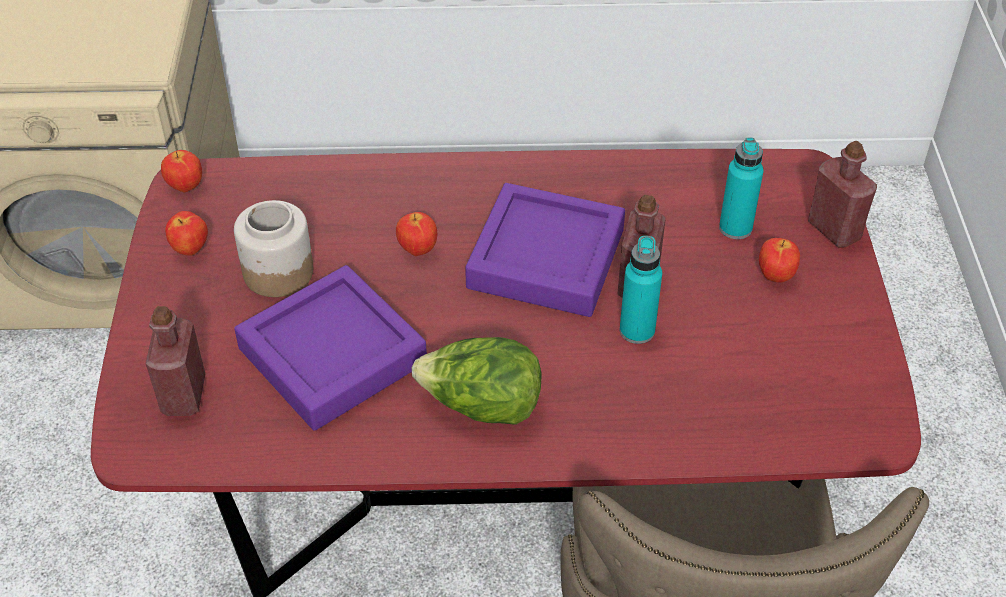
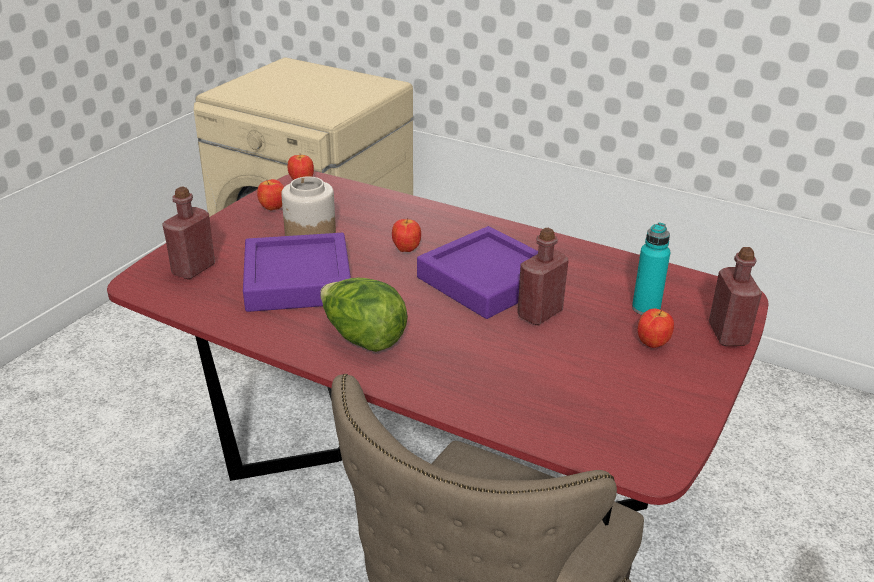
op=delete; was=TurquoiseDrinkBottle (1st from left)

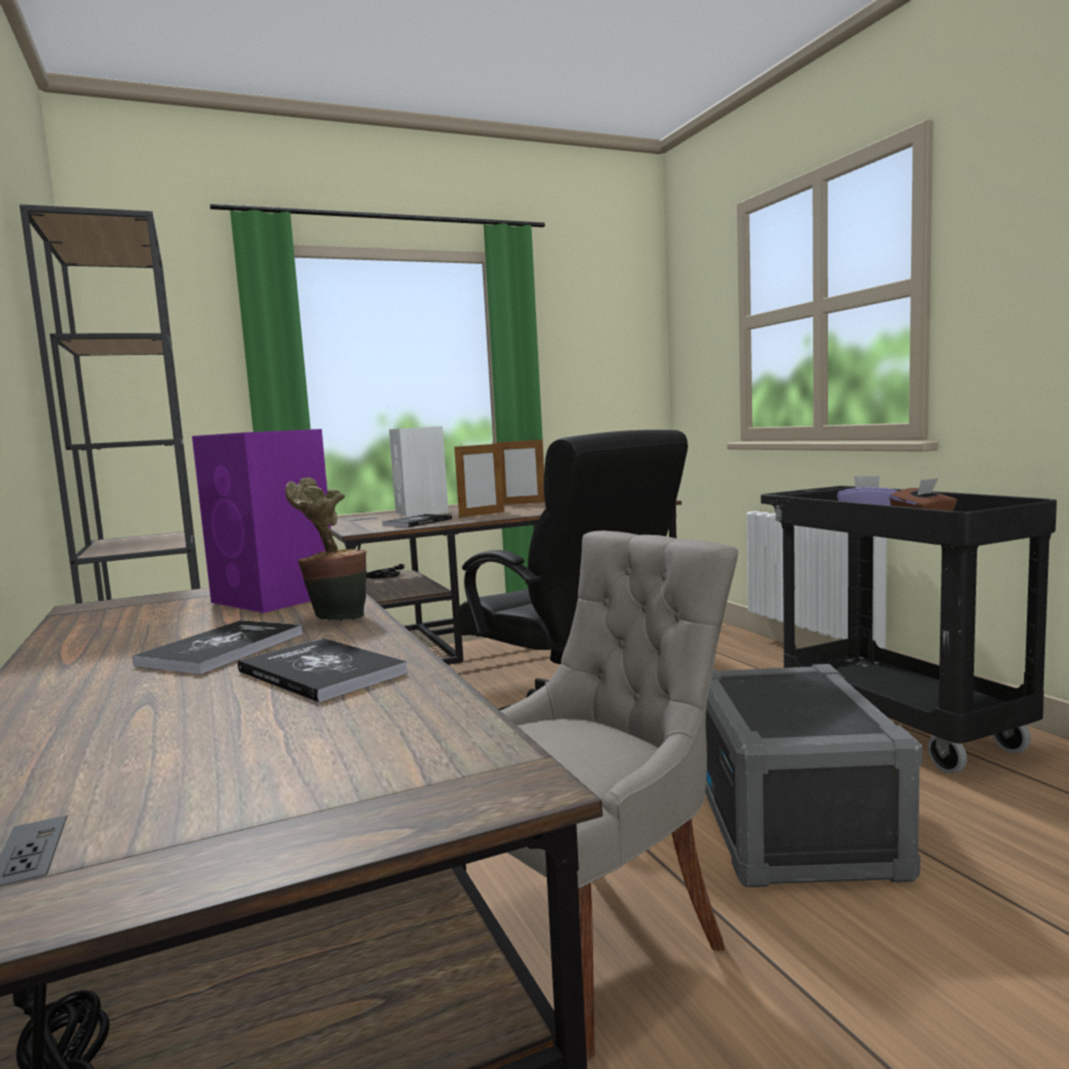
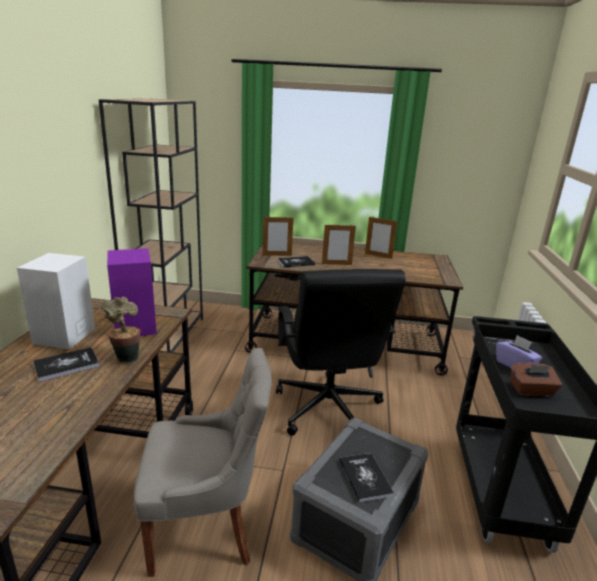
op=move; was=Book (2nd from left in the first image); now=Book (3rd from left)
op=move; was=WhitishSpeaker
op=insert; now=StandingFrame (1st from left)

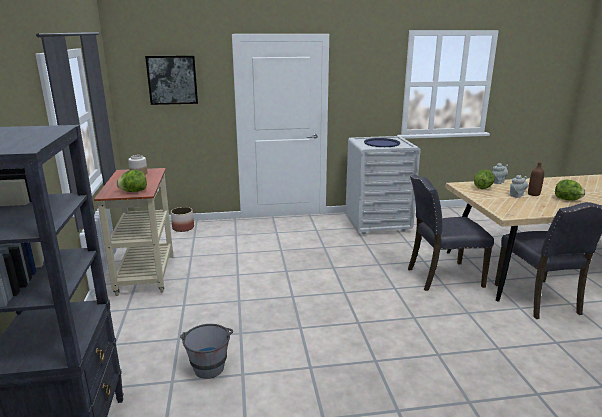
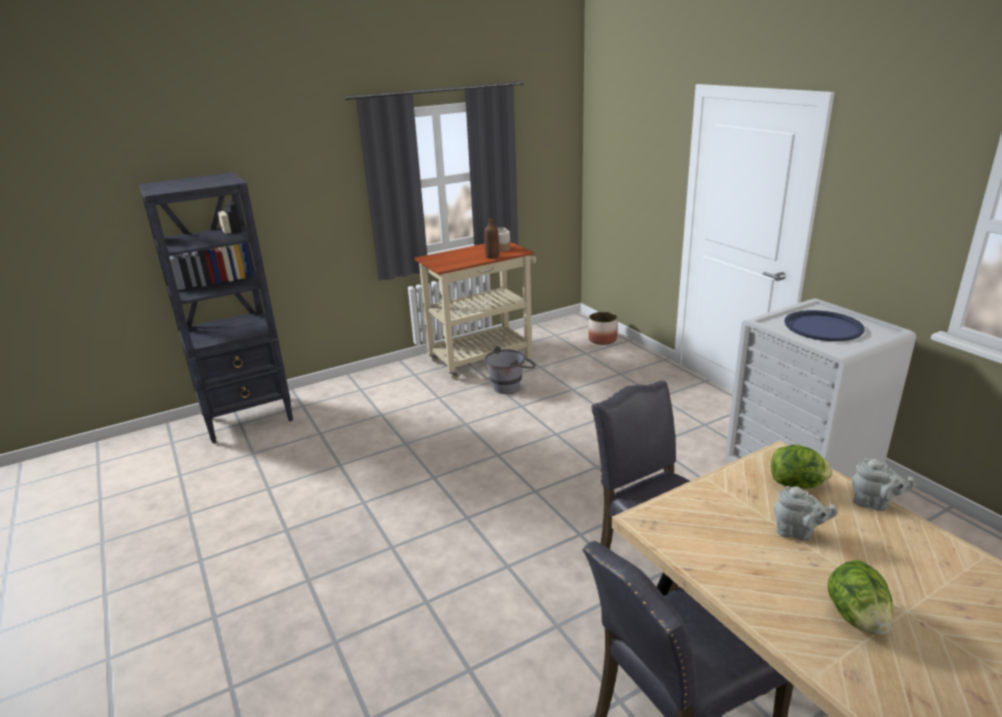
op=delete; was=Lettuce (1st from left)
op=delete; was=WallPicture
op=move; was=GreyishWaterBucket
op=move; was=BrownDrinkBottle

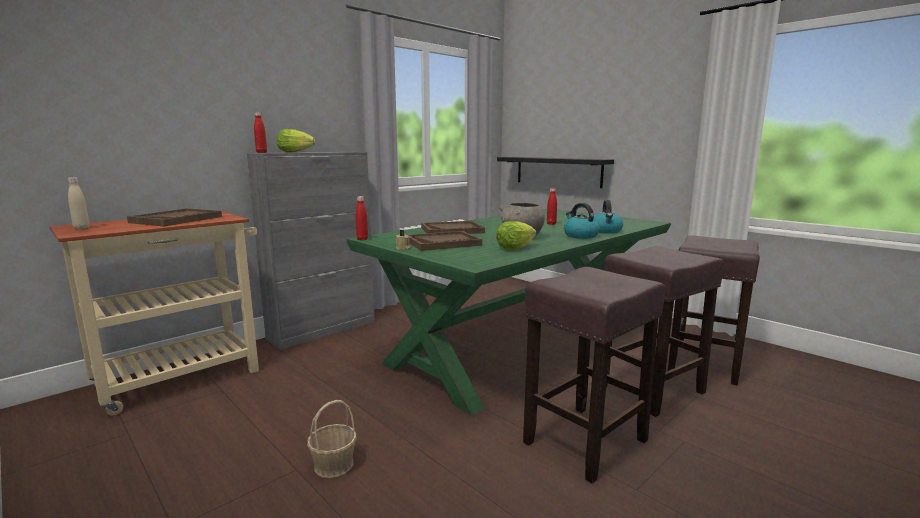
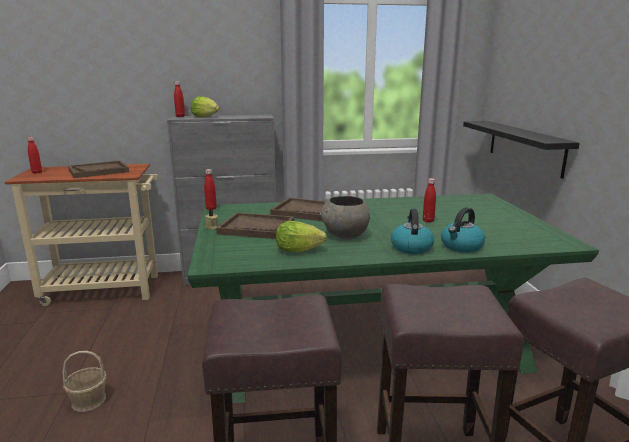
op=recolor; was=BeigeDrinkBottle; now=ReddishDrinkBottle (1st from left)

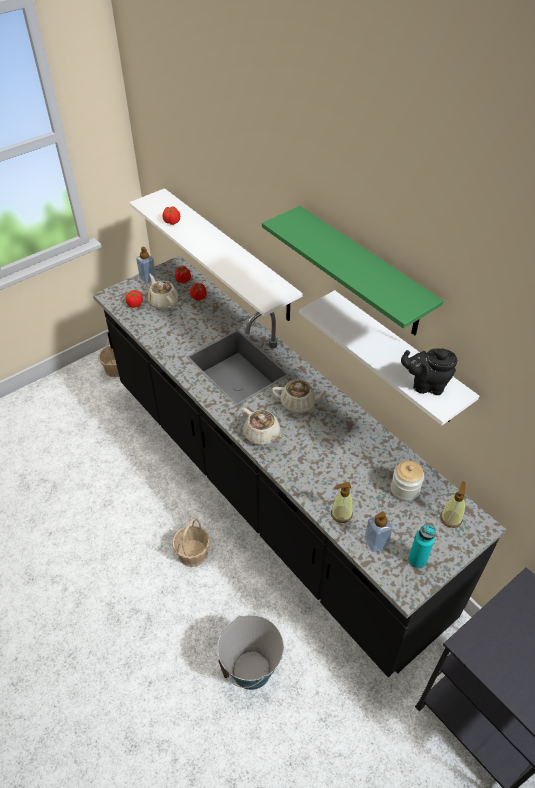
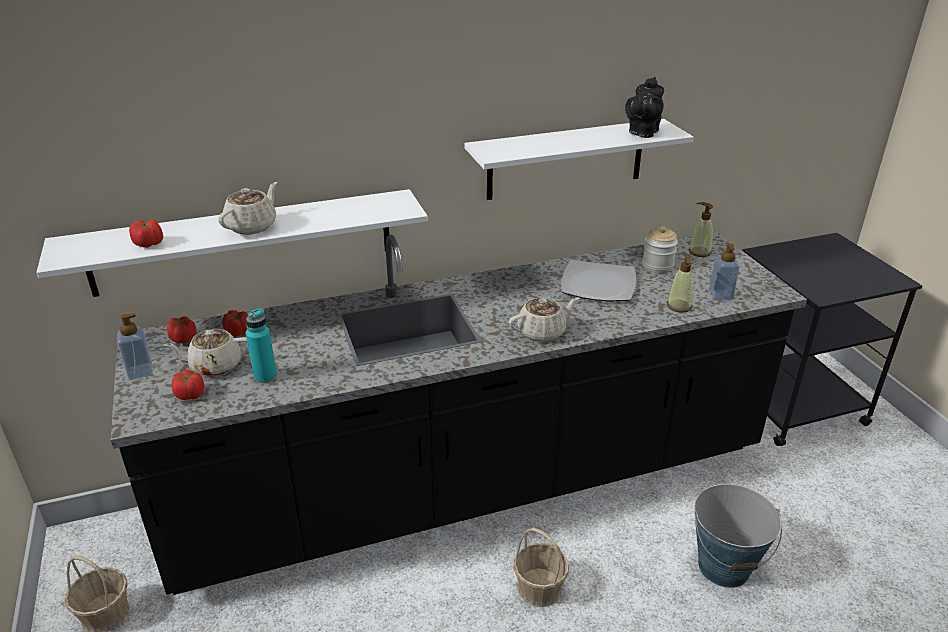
op=delete; was=GreenShelf
op=move; was=BeigeTeapot (3rd from left in the first image); now=BeigeTeapot (2nd from left)
op=move; was=TurquoiseDrinkBottle
op=insert; now=FlatDish

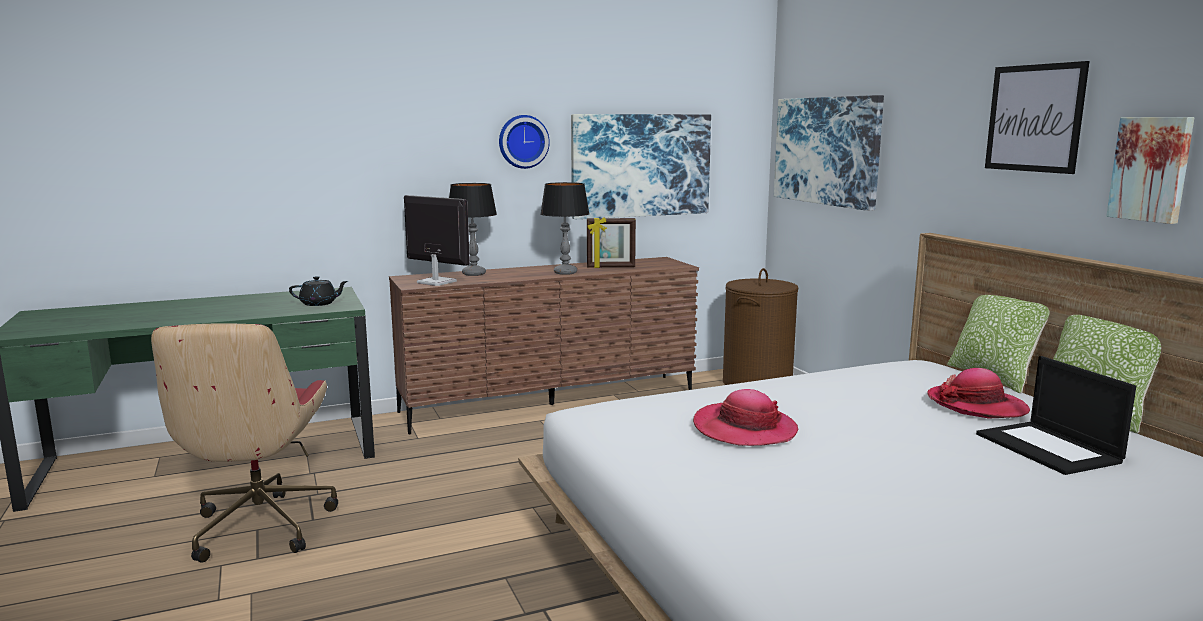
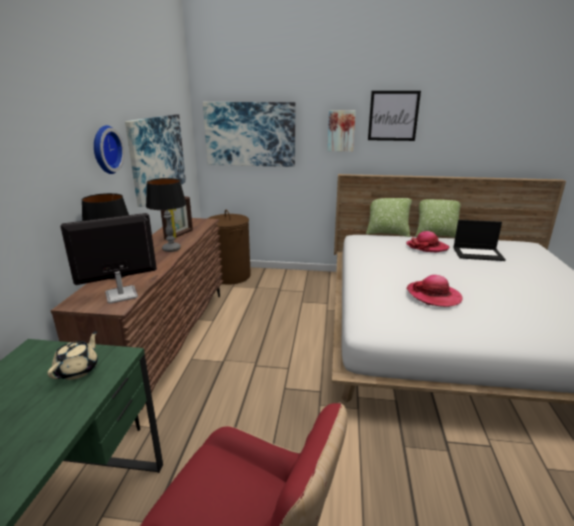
op=recolor; was=BlackColouredTeapot; now=BeigeTeapot
op=move; was=WallPicture (4th from left in the first image); now=WallPicture (3rd from left)

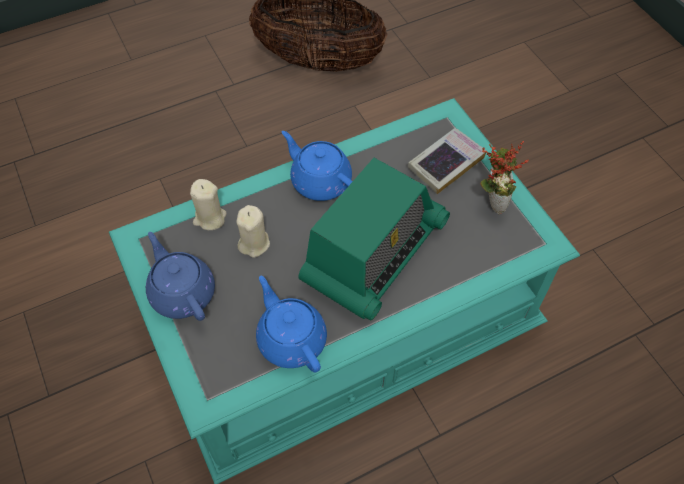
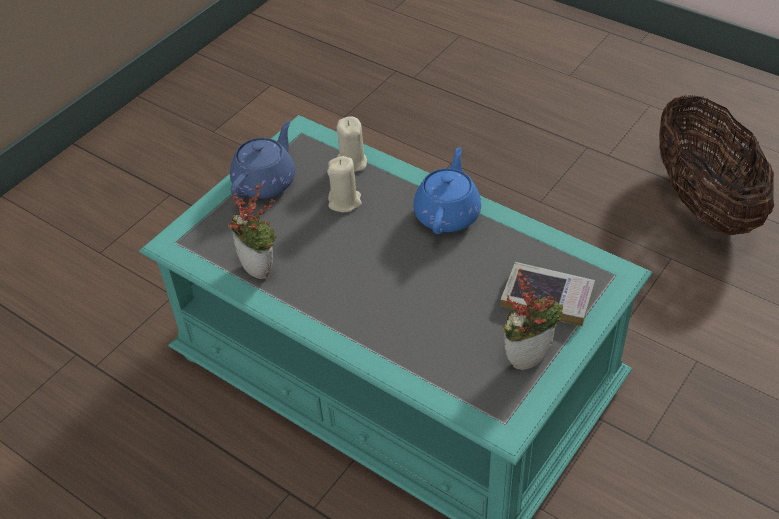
op=replace; was=BluishTeapot (2nd from left); now=Houseplant (1st from left)
op=delete; was=RadioReceiver

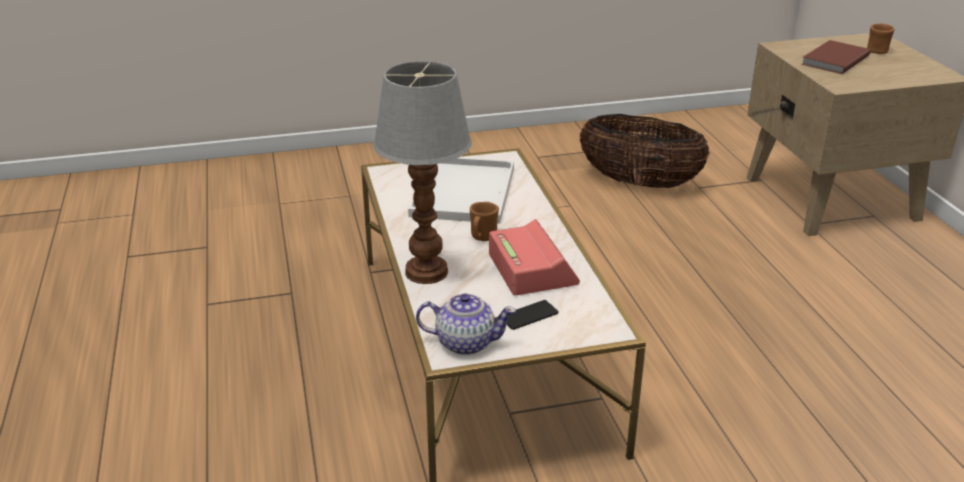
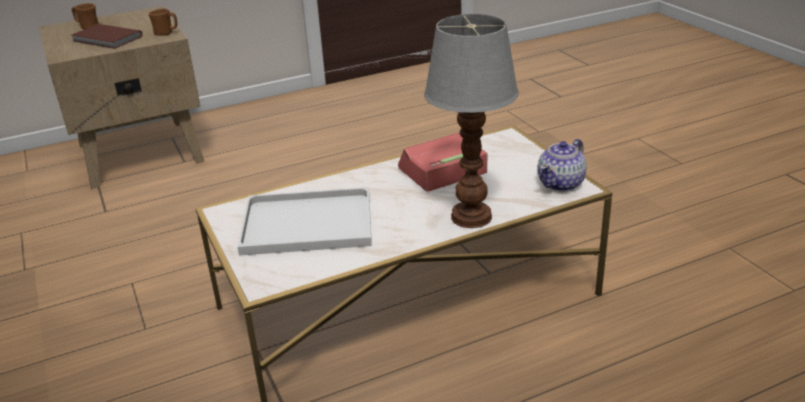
op=rotate; was=Teapot; clockwise=-135
op=move; was=BrownTeaMug (1st from left in the first image); now=BrownTeaMug (2nd from left)
op=delete; was=Phone
op=delete; was=HouseholdBasket

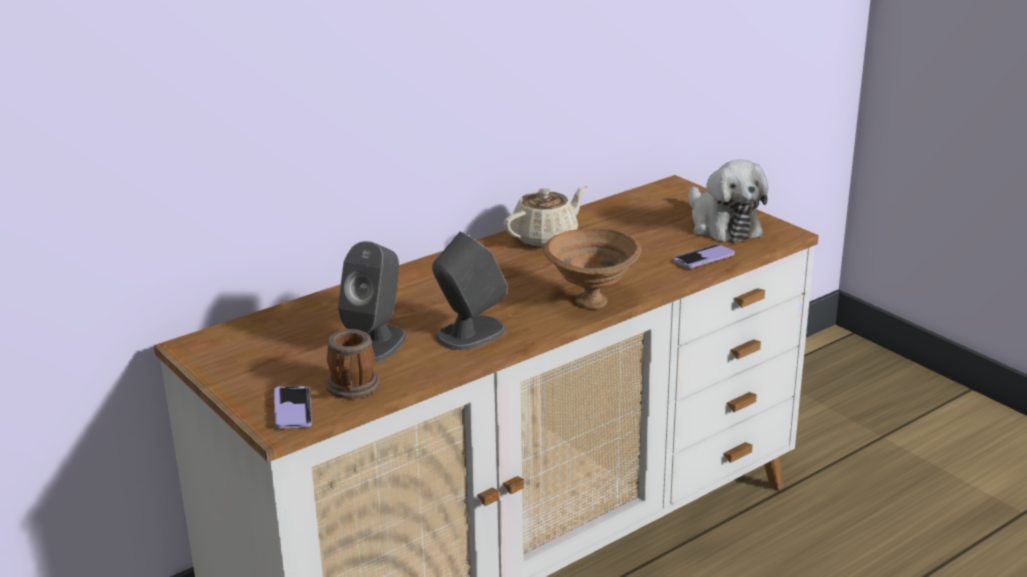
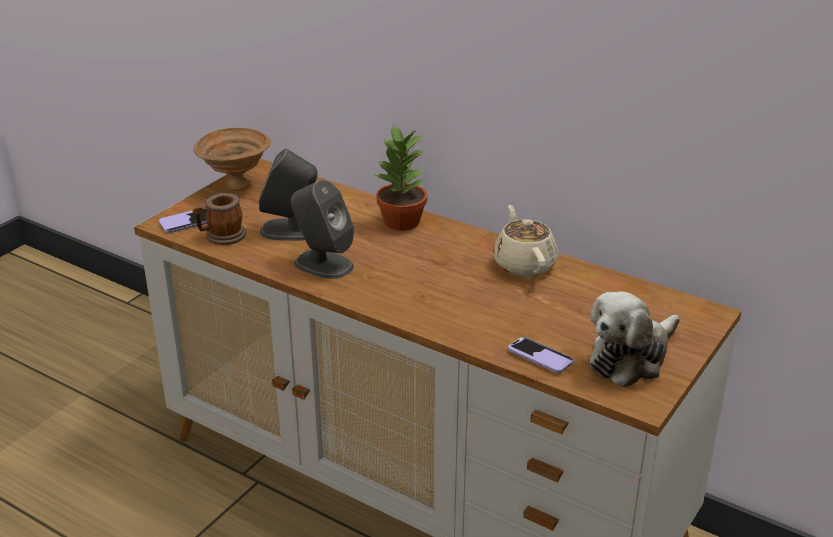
op=rotate; was=BeigeTeapot; clockwise=-135
op=move; was=BrownServingBowl
op=insert; now=Houseplant

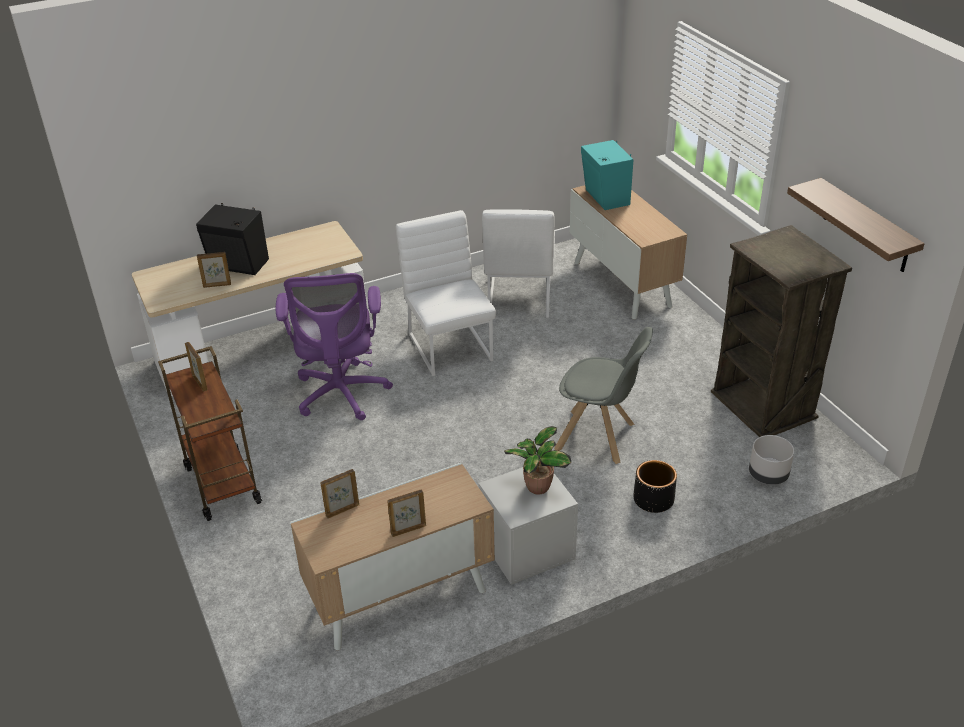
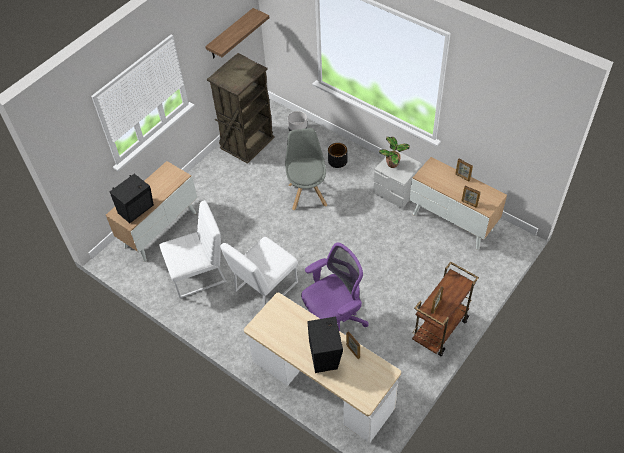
op=recolor; was=TurquoiseSpeaker; now=BlackColouredSpeaker (1st from left)

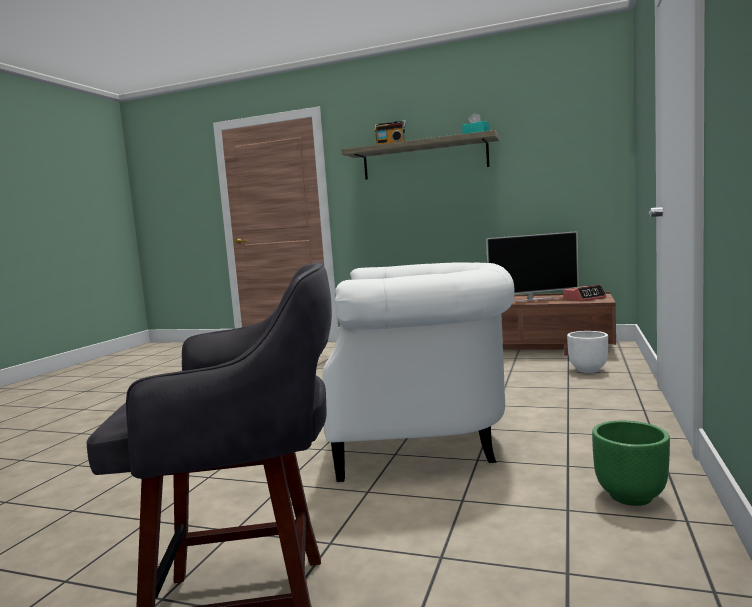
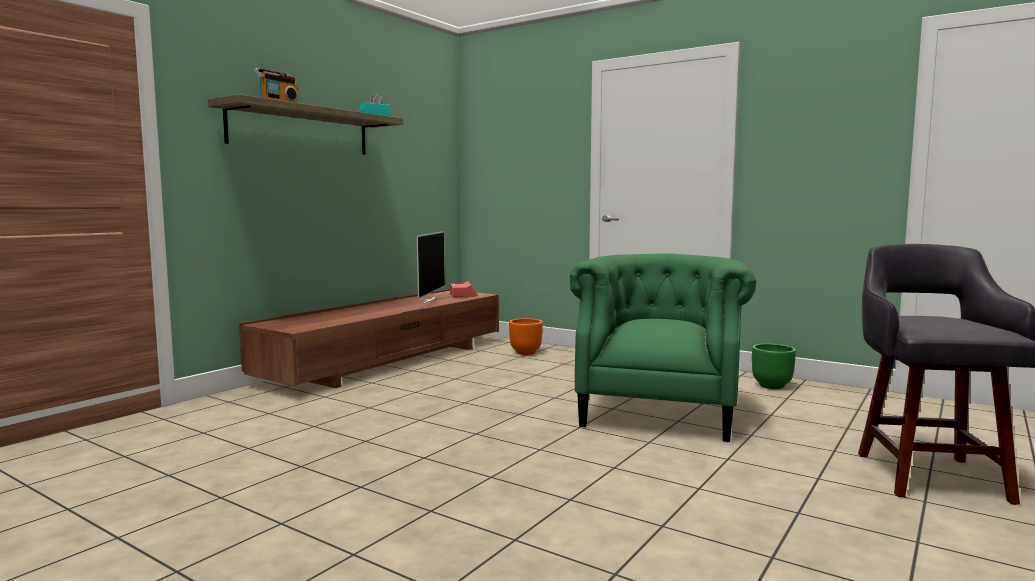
op=recolor; was=WhitishLoungeChair; now=GreenLoungeChair
op=recolor; was=WhitishFlowerPot; now=OrangeFlowerPot

